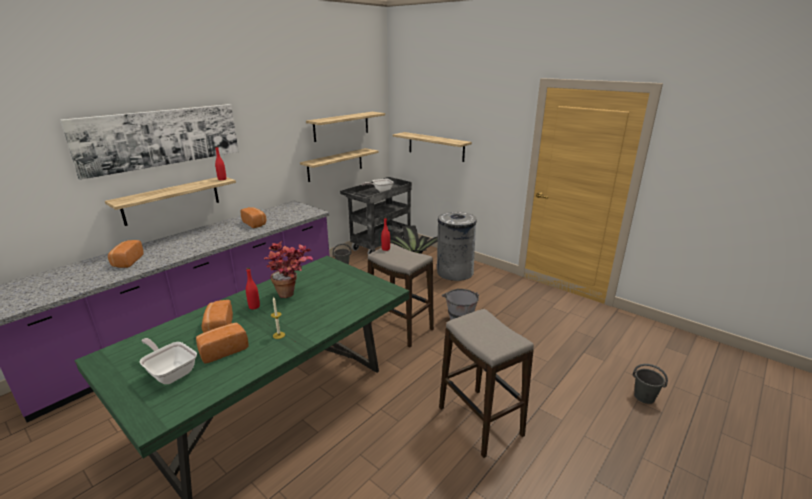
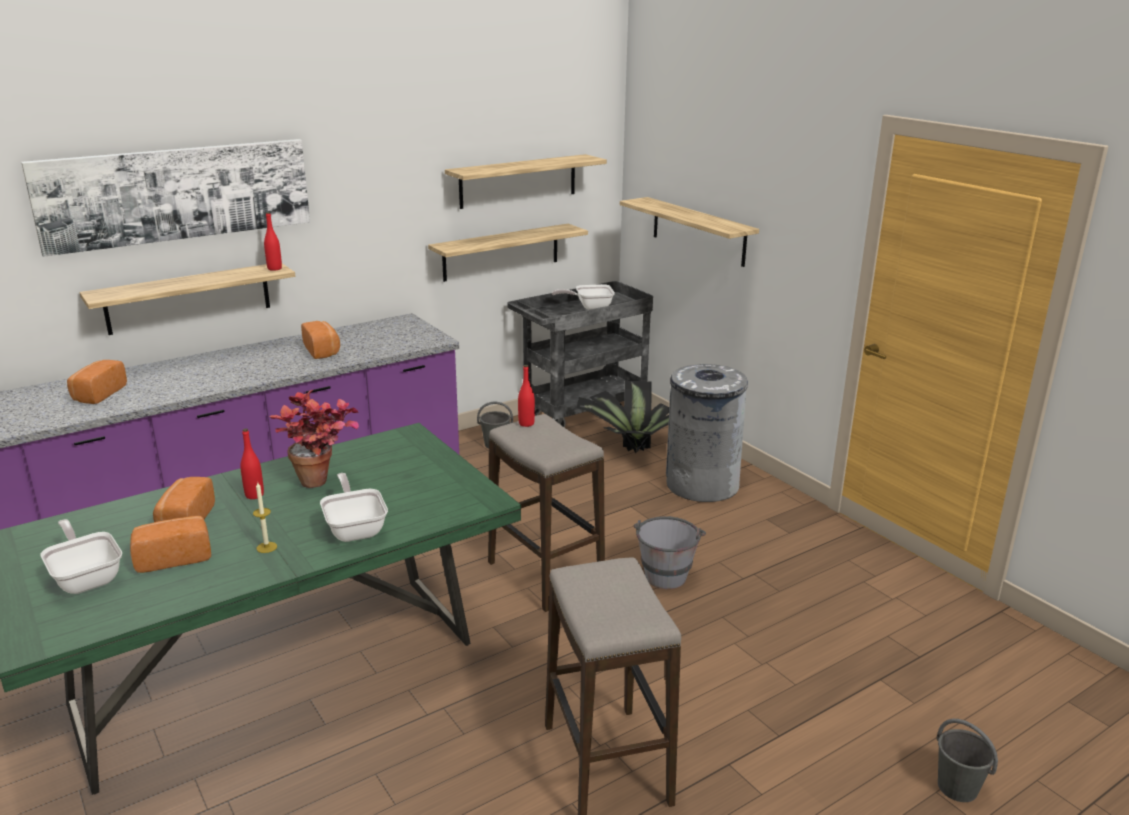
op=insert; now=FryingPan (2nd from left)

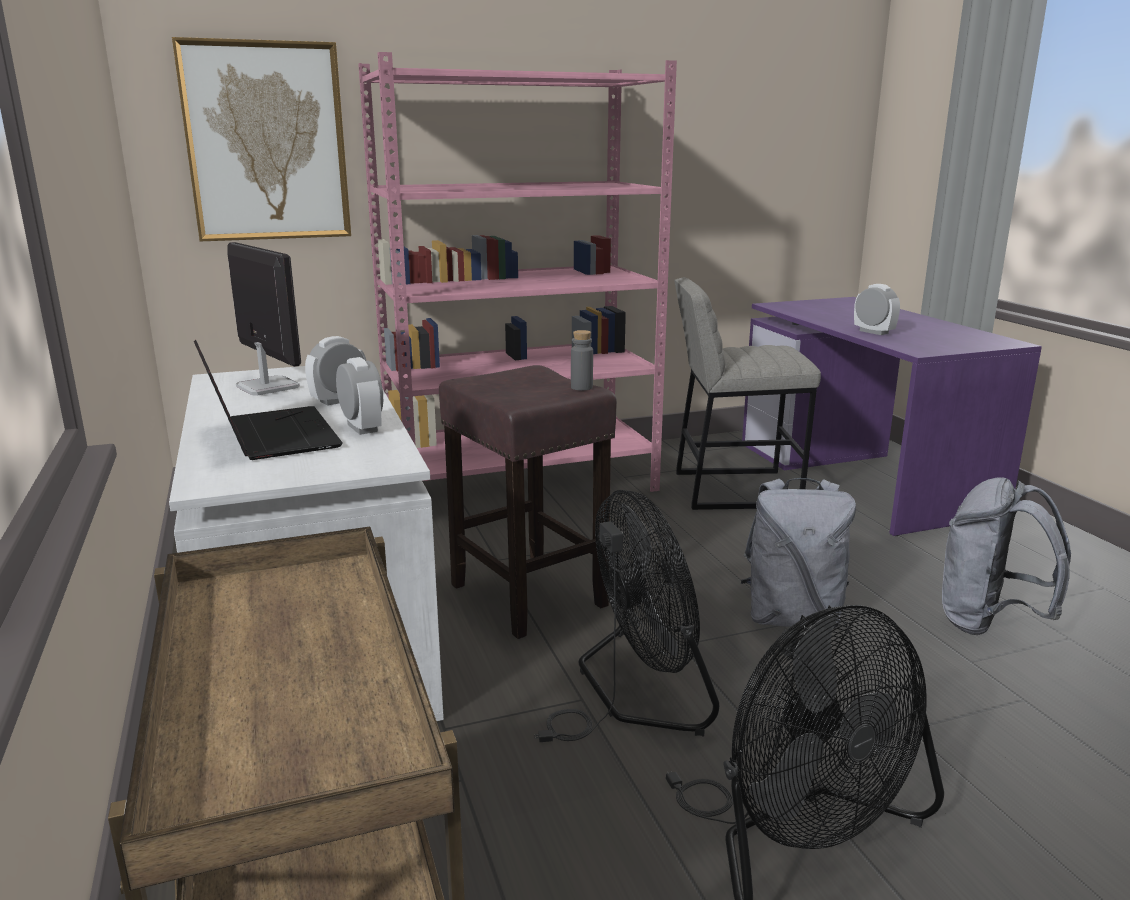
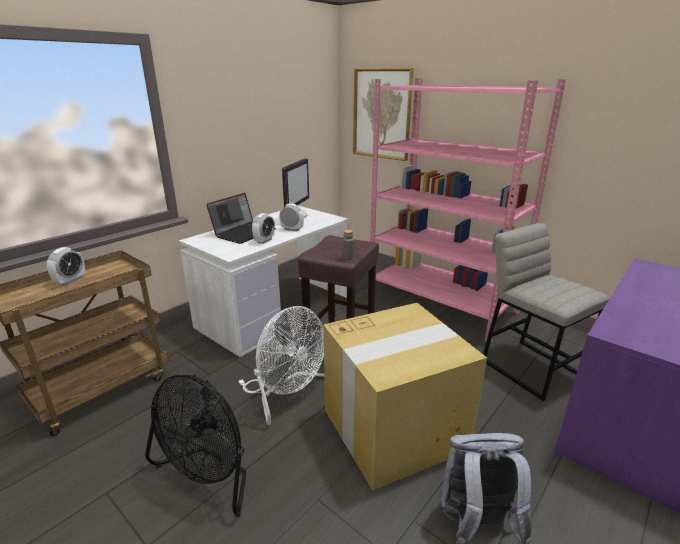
op=recolor; was=BlackColouredFan (1st from left); now=WhitishFan
op=replace; was=GreyishRucksack (1st from left); now=Carton
op=move; was=TableClock (3rd from left in the first image); now=TableClock (1st from left)

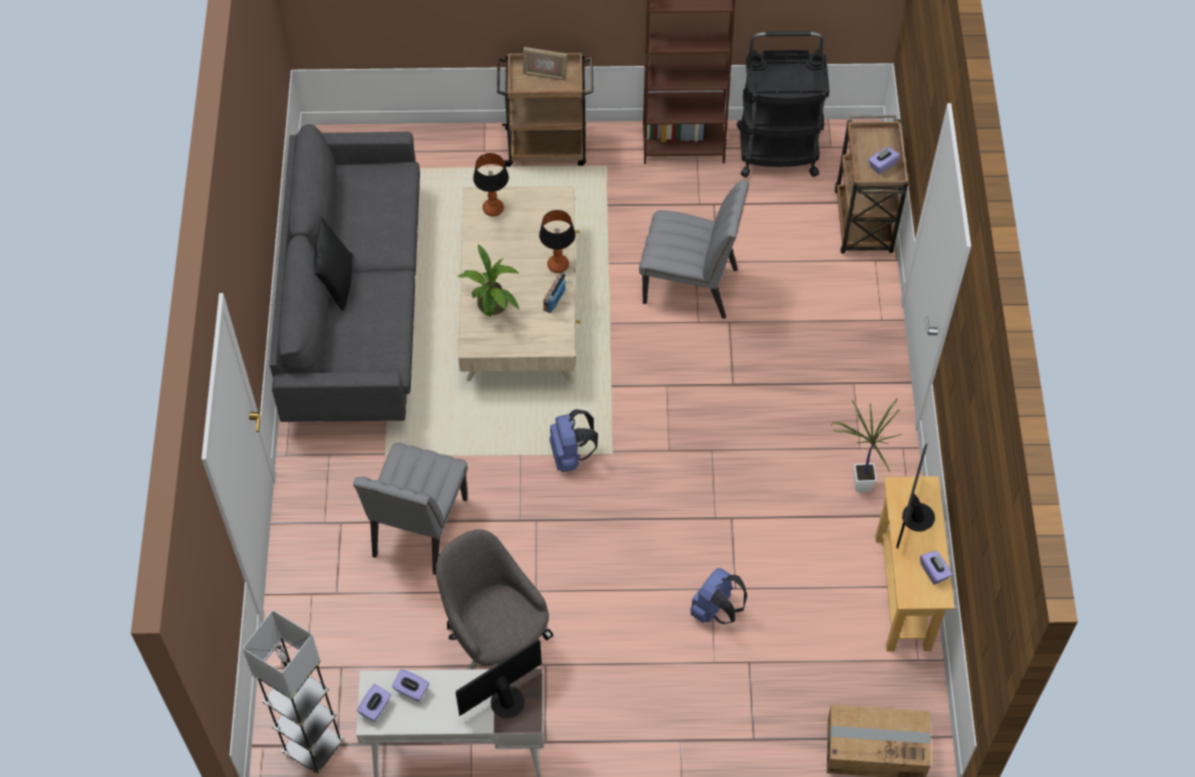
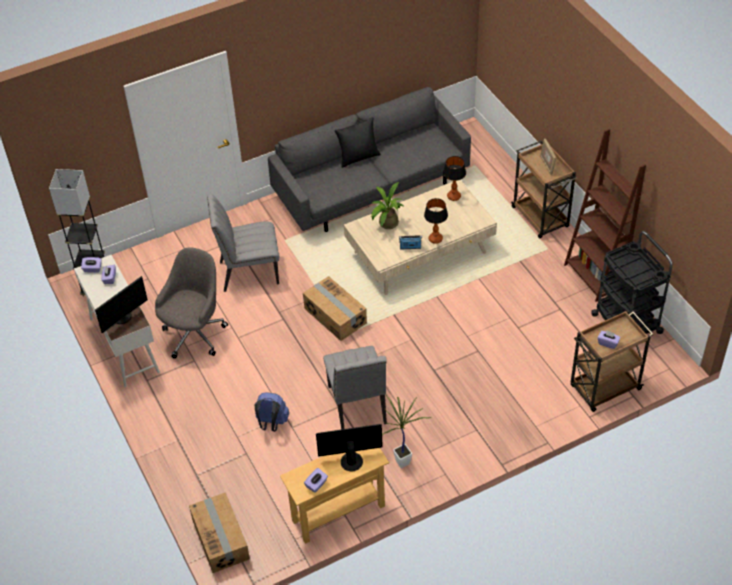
op=rotate; was=Monitor (1st from left); clockwise=105
op=replace; was=BluishRucksack (1st from left); now=Carton (2nd from left)
op=move; was=GreyishChair (2nd from left)

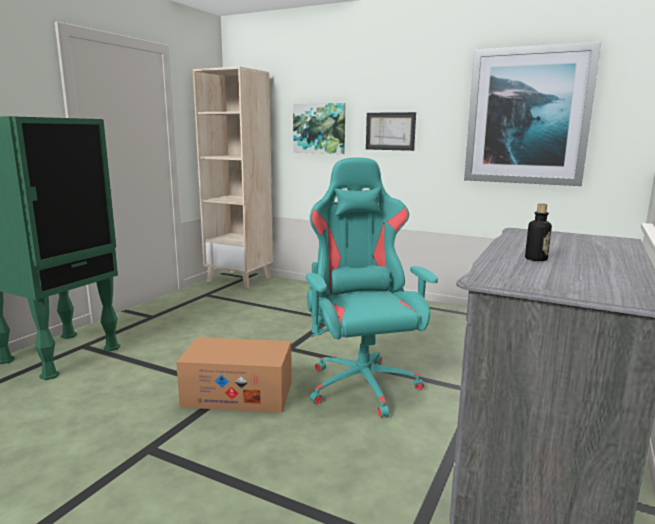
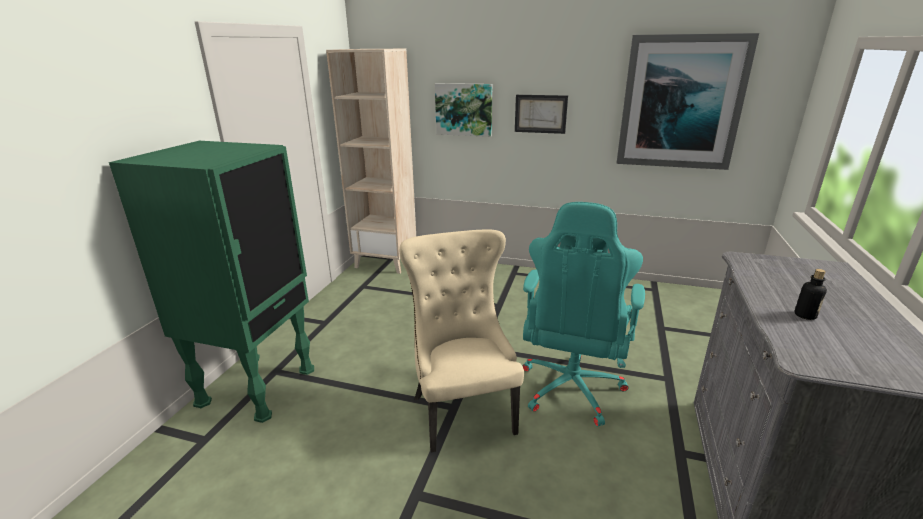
op=replace; was=Carton; now=BeigeChair
op=rotate; was=TurquoiseDeskChair; clockwise=-135

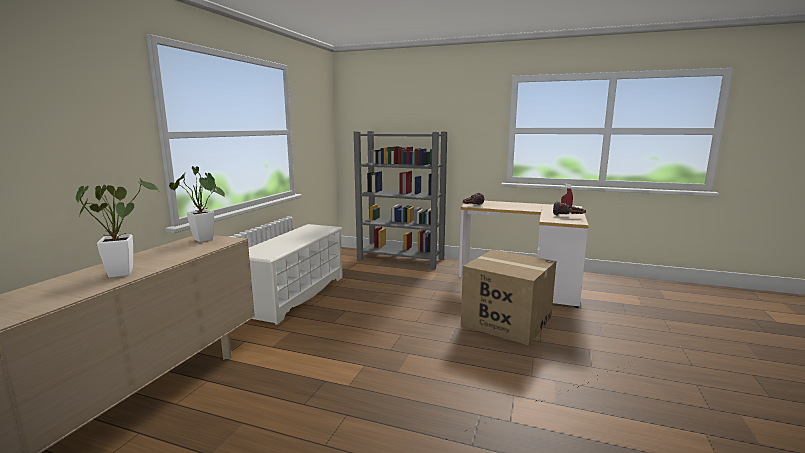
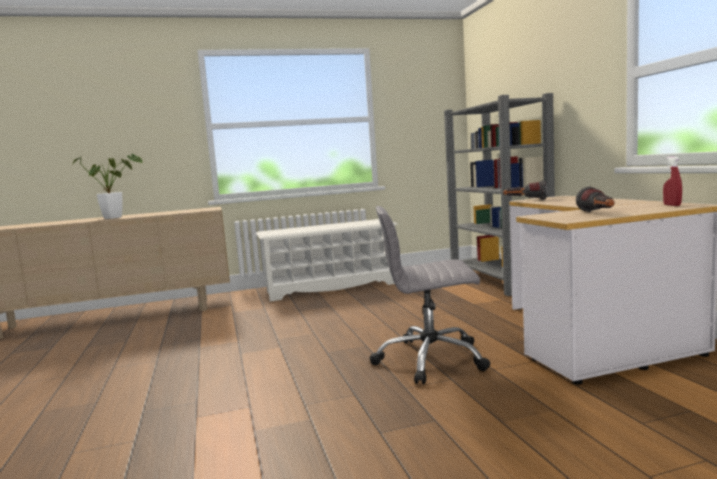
op=delete; was=Houseplant (2nd from left)
op=replace; was=Carton; now=GreyishDeskChair

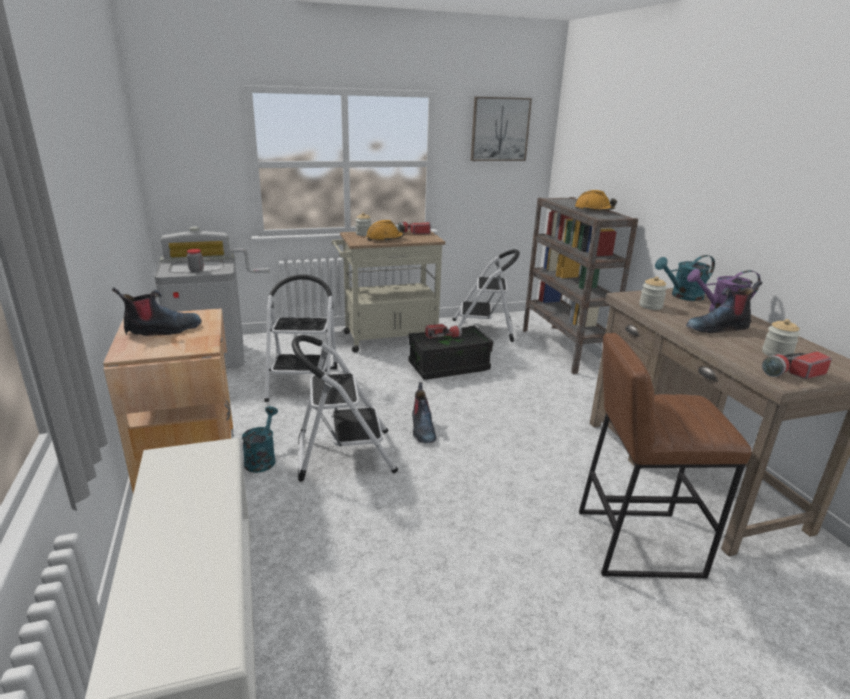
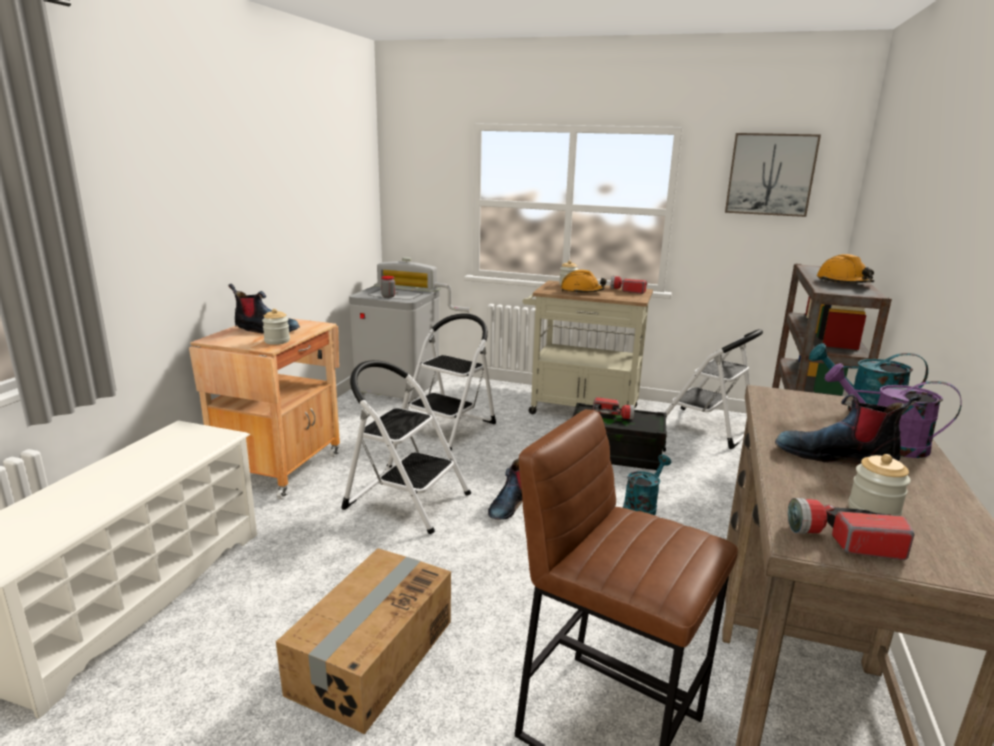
op=move; was=TurquoiseWateringPot (1st from left)
op=move; was=Jar (3rd from left in the first image); now=Jar (1st from left)
op=insert; now=Carton

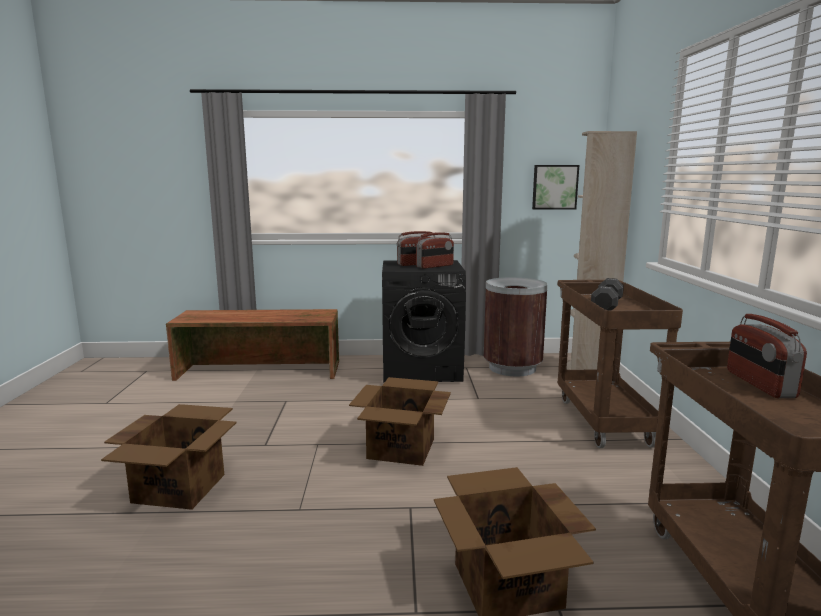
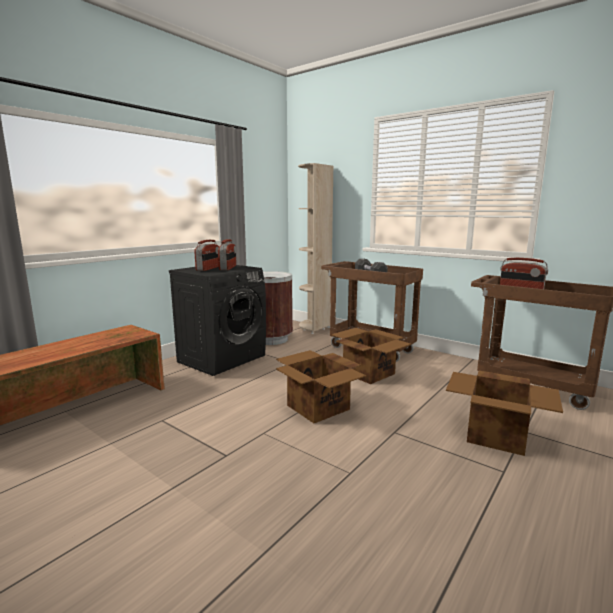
op=move; was=Carton (1st from left in the first image); now=Carton (2nd from left)
op=delete; was=WallPicture

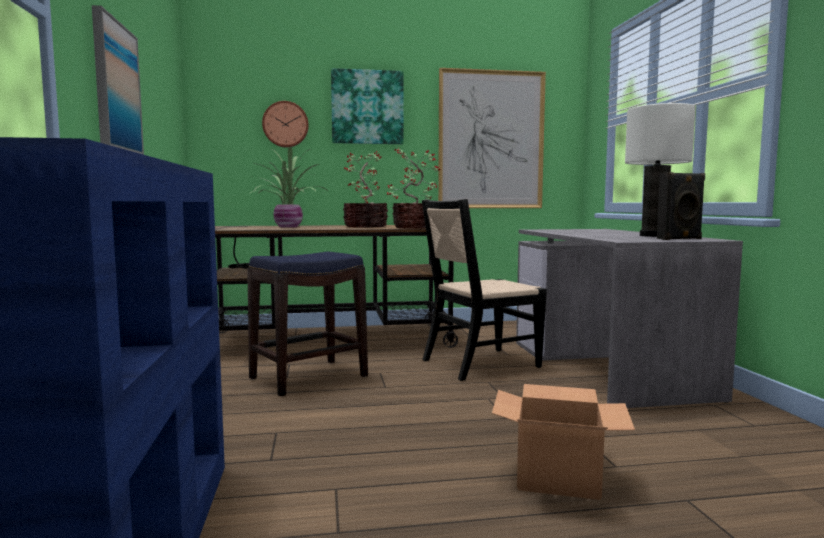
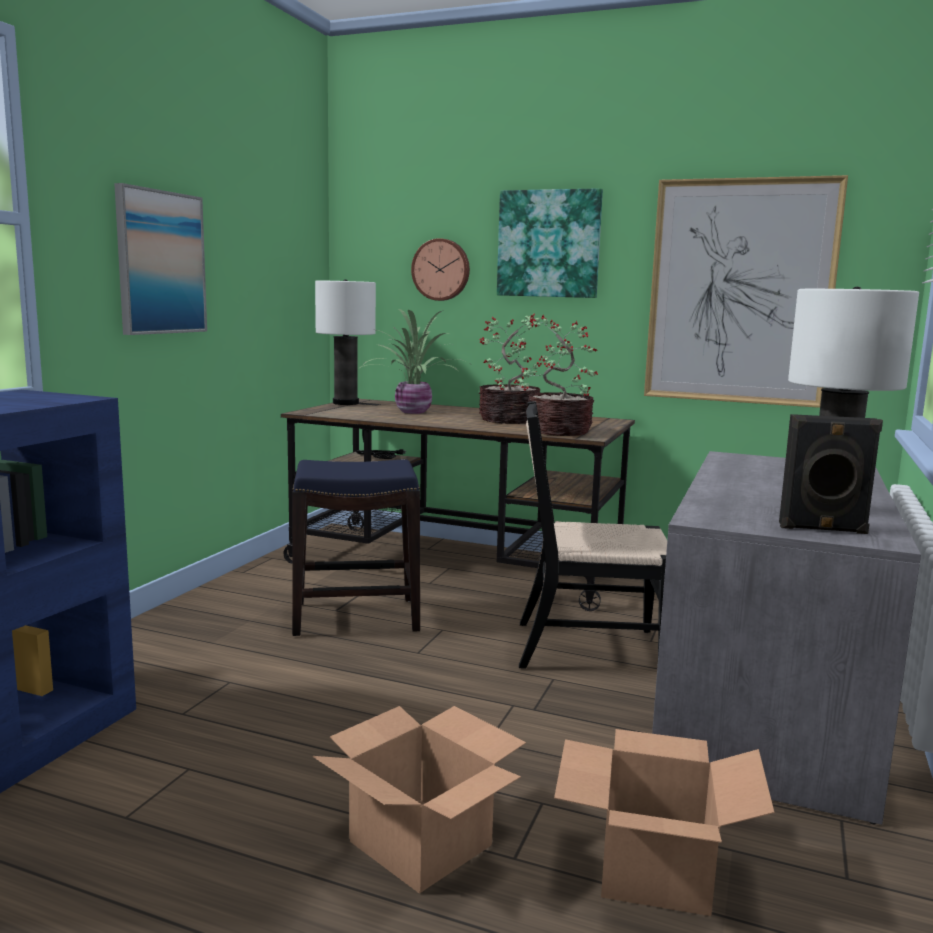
op=insert; now=WhitishLampForATable (1st from left)
op=insert; now=Carton (2nd from left)

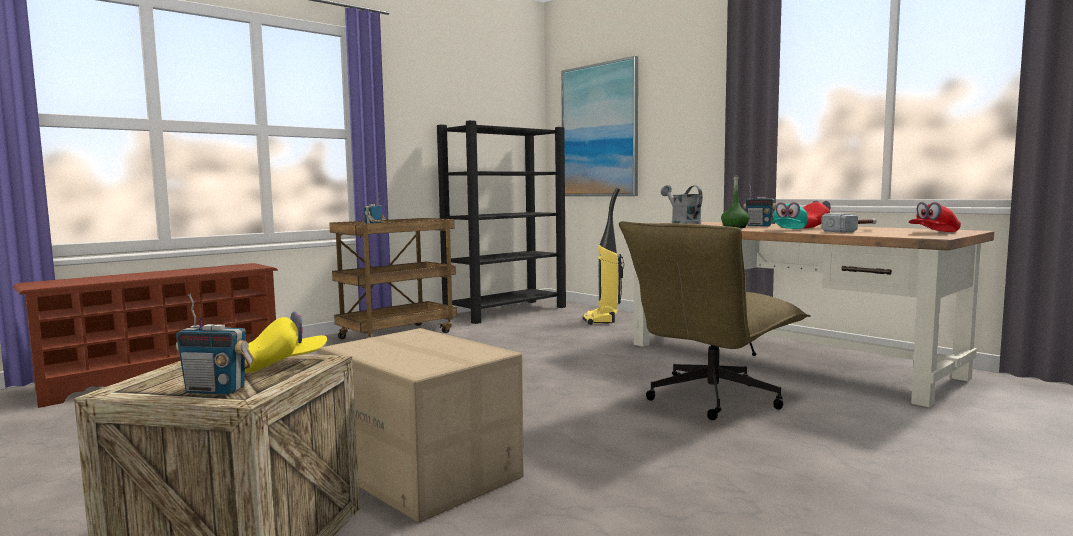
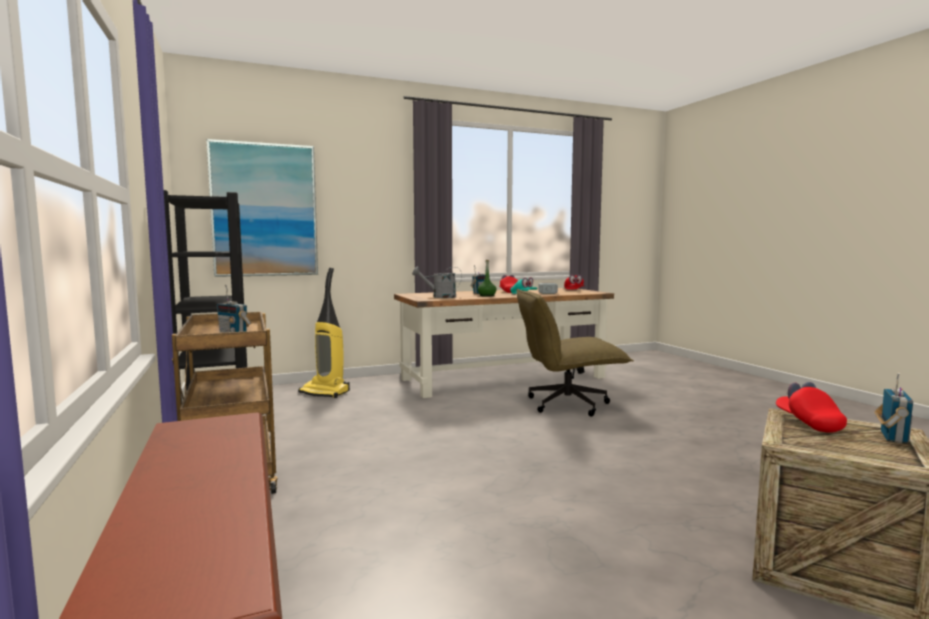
op=recolor; was=YellowColouredBaseballCap; now=ReddishBaseballCap (3rd from left)
op=delete; was=Carton
op=rotate; was=BeigeDeskChair; clockwise=105

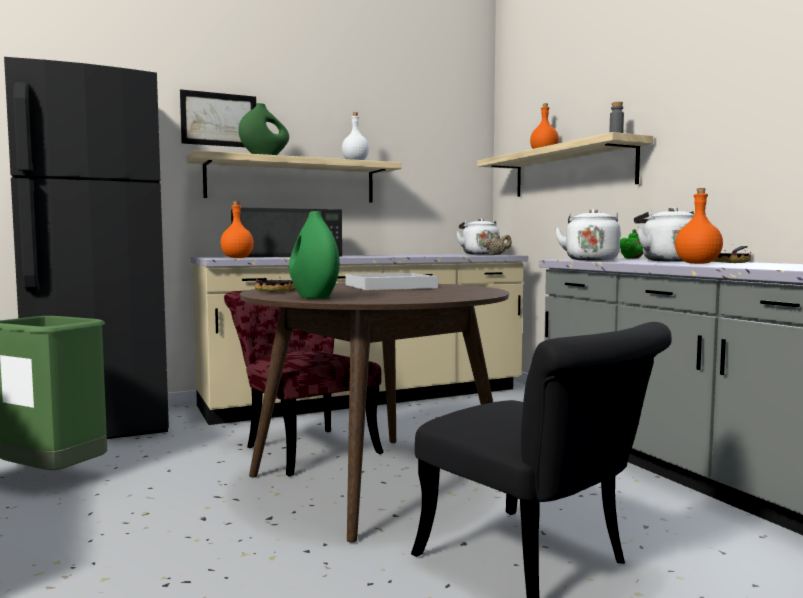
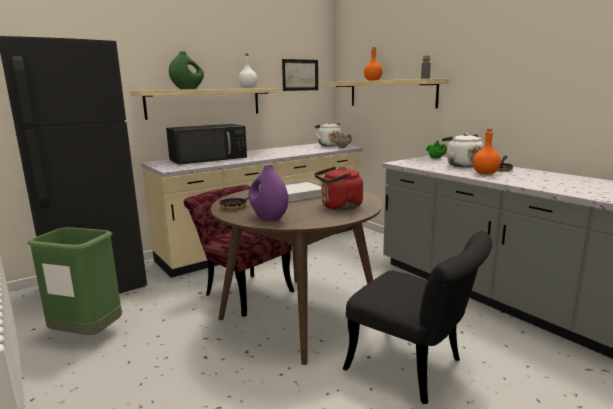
op=move; was=WallPicture
op=delete; was=OrangeDrinkBottle (1st from left)
op=recolor; was=GreenVase (2nd from left); now=PurpleColouredVase
op=delete; was=WhitishKettle (2nd from left)
op=insert; now=ReddishKettle

